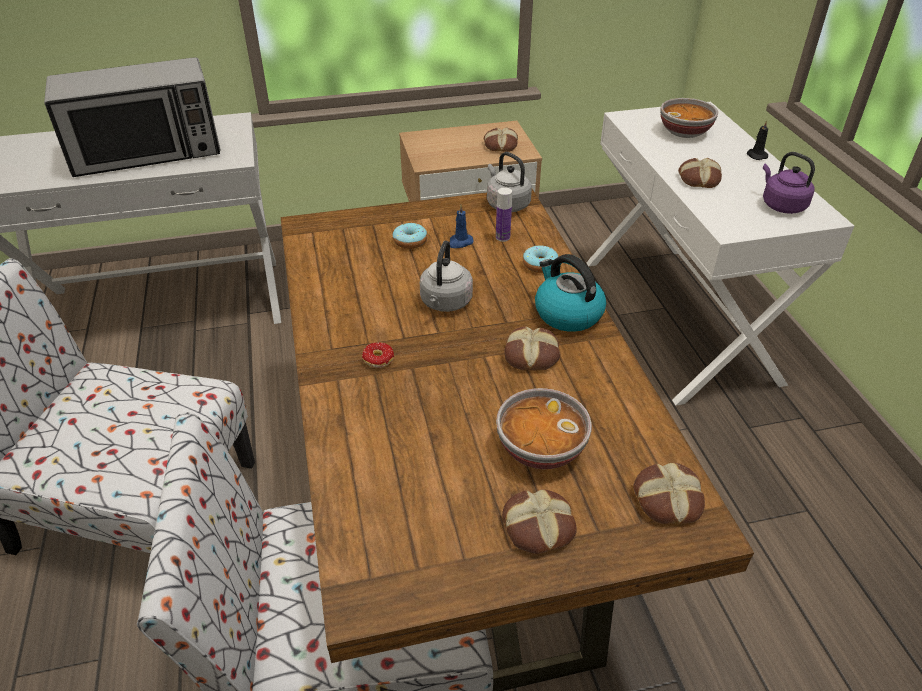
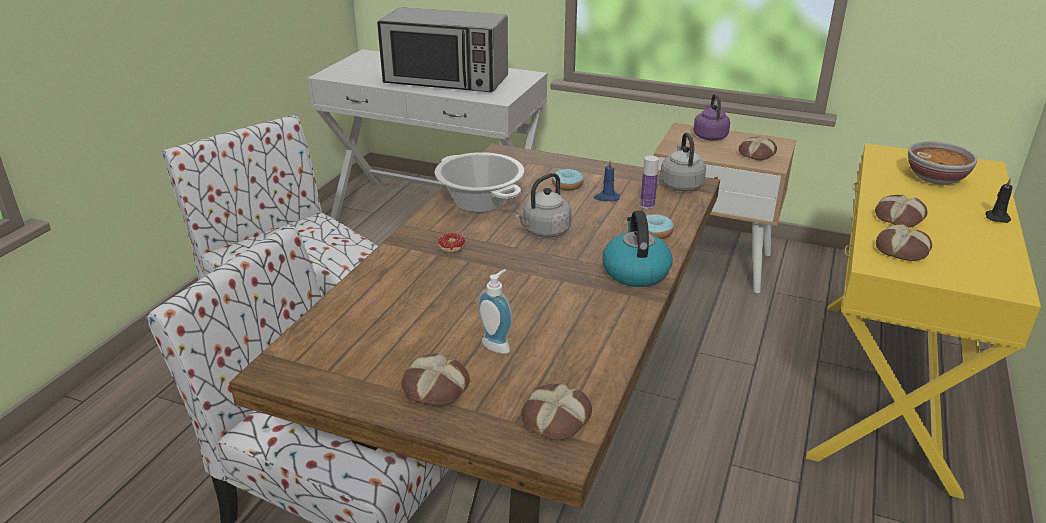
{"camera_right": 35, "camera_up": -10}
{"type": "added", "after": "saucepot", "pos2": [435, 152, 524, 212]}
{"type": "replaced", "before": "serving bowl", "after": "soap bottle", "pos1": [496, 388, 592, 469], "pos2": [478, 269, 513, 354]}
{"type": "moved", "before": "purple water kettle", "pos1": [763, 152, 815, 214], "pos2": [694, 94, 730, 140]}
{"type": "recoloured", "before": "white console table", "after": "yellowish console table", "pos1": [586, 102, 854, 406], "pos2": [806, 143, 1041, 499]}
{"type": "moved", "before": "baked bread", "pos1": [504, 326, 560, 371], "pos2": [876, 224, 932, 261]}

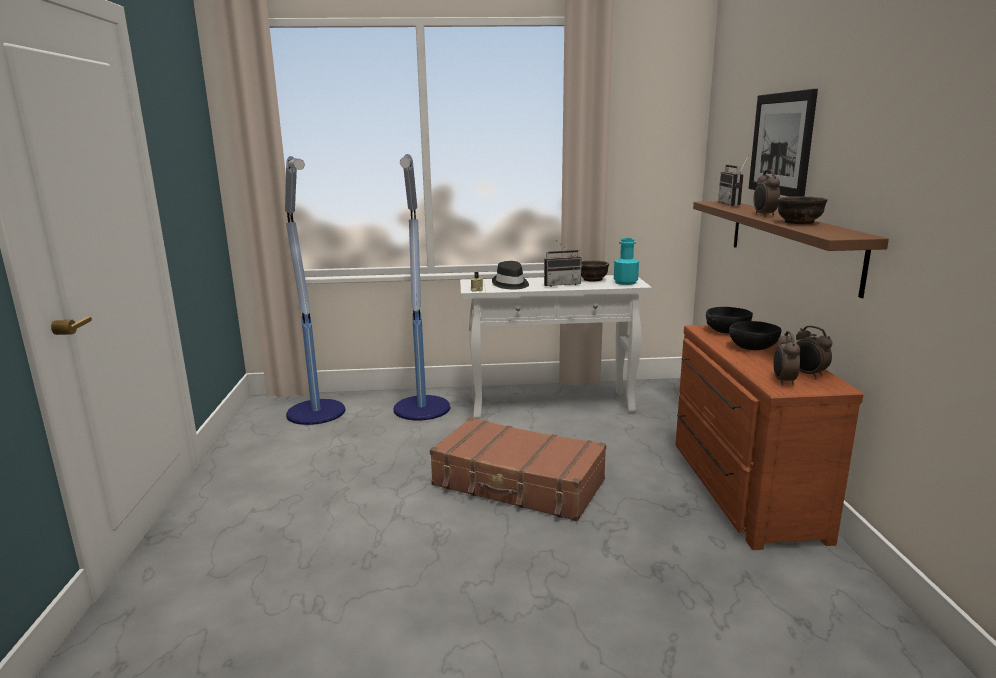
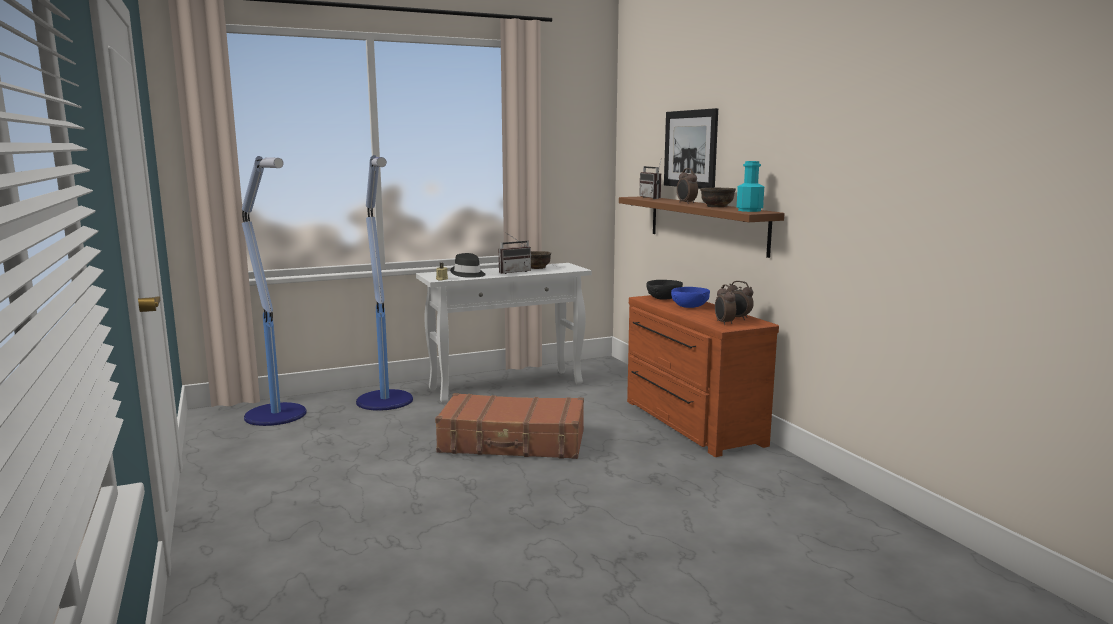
{"camera_right": -20, "camera_up": -5}
{"type": "recoloured", "before": "black serving bowl", "after": "blue serving bowl", "pos1": [729, 321, 781, 350], "pos2": [671, 287, 710, 308]}
{"type": "moved", "before": "turquoise drink bottle", "pos1": [614, 238, 639, 285], "pos2": [737, 161, 764, 212]}

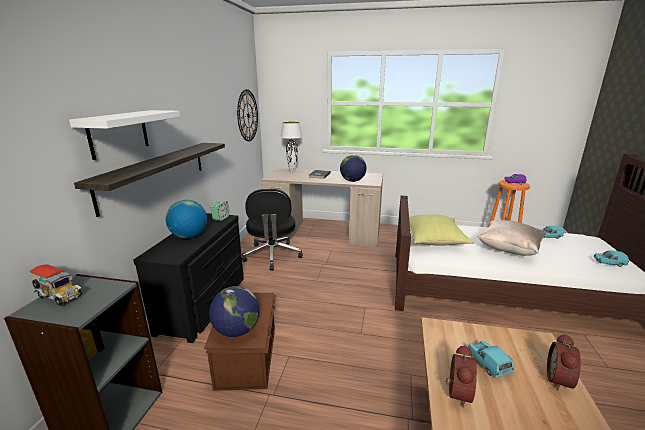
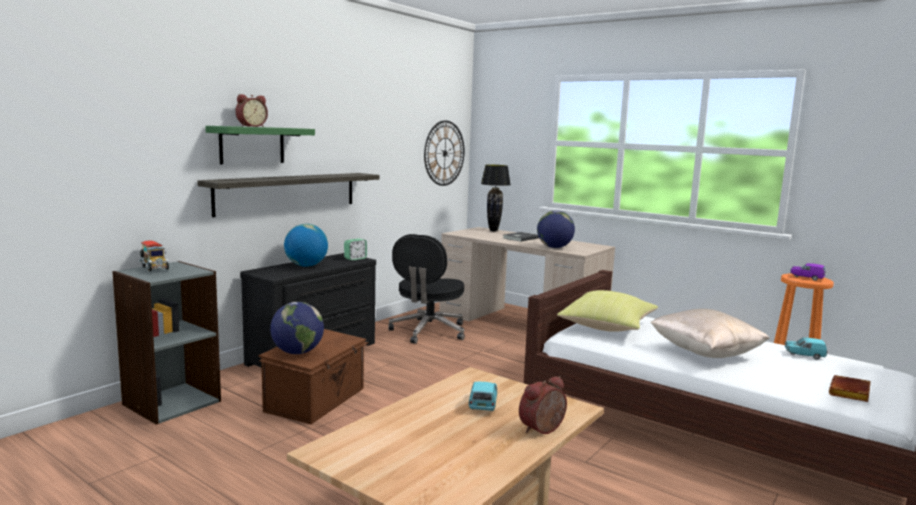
{"camera_right": 25, "camera_up": -10}
{"type": "recoloured", "before": "white wall shelf", "after": "greenish wall shelf", "pos1": [69, 110, 180, 160], "pos2": [205, 126, 315, 164]}
{"type": "moved", "before": "alarm clock", "pos1": [445, 344, 477, 408], "pos2": [236, 94, 268, 127]}
{"type": "recoloured", "before": "white tabletop lamp", "after": "black tabletop lamp", "pos1": [281, 122, 302, 171], "pos2": [481, 165, 511, 231]}
{"type": "replaced", "before": "turquoise toy car", "after": "brown-coloured book", "pos1": [593, 250, 629, 267], "pos2": [829, 375, 871, 402]}

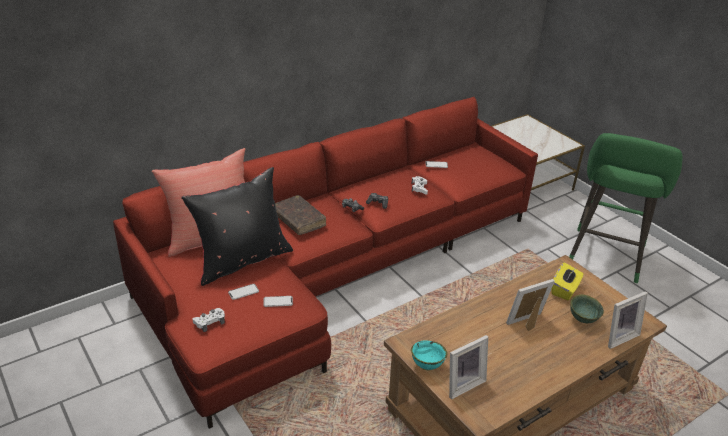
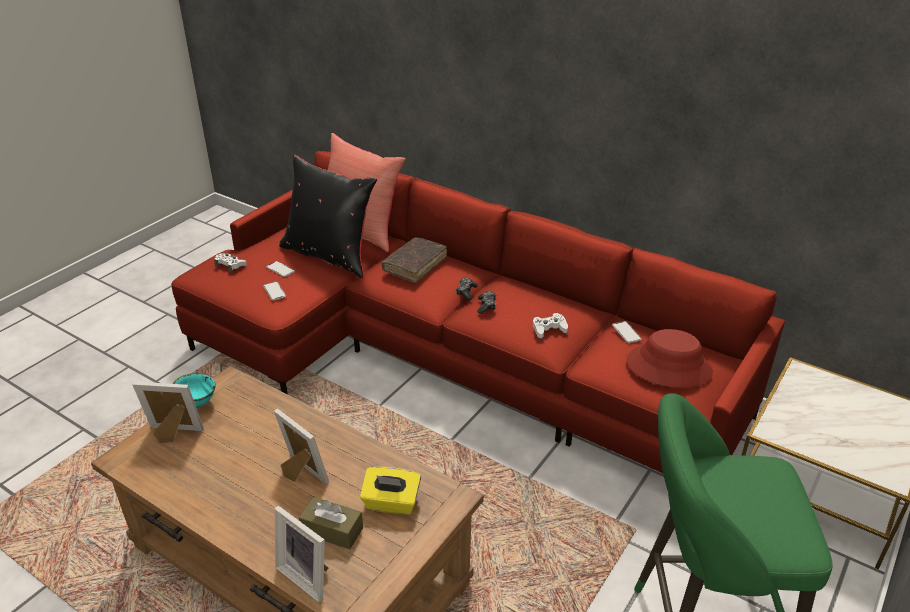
{"camera_right": 70, "camera_up": 0}
{"type": "turned", "before": "standing frame", "pos1": [449, 335, 488, 399], "pos2": [132, 382, 204, 443], "turn": 150}
{"type": "replaced", "before": "greenish serving bowl", "after": "brown-coloured box of tissues", "pos1": [570, 294, 604, 323], "pos2": [299, 497, 363, 549]}
{"type": "added", "after": "red hat", "pos2": [626, 329, 713, 388]}

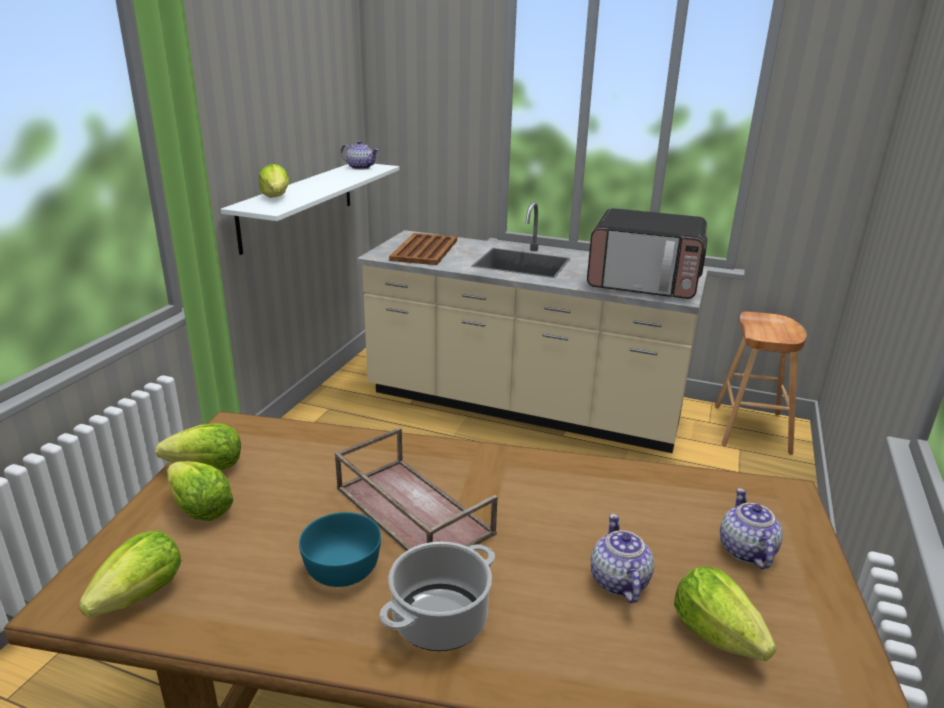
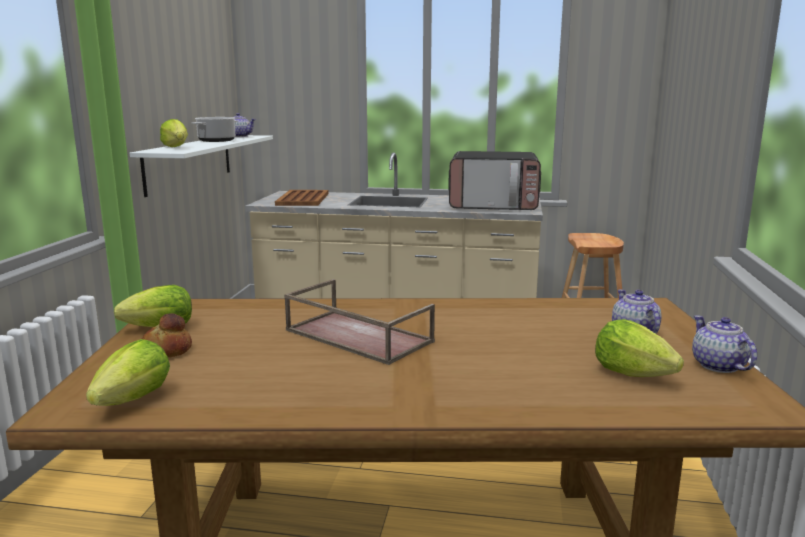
{"camera_right": -10, "camera_up": -10}
{"type": "replaced", "before": "head of lettuce", "after": "baked bread", "pos1": [167, 461, 234, 521], "pos2": [142, 313, 192, 358]}
{"type": "moved", "before": "saucepot", "pos1": [380, 542, 495, 651], "pos2": [192, 117, 238, 142]}
{"type": "moved", "before": "pot for tea", "pos1": [591, 514, 654, 603], "pos2": [692, 316, 757, 373]}
{"type": "removed", "before": "turquoise serving bowl", "pos1": [299, 512, 381, 587]}

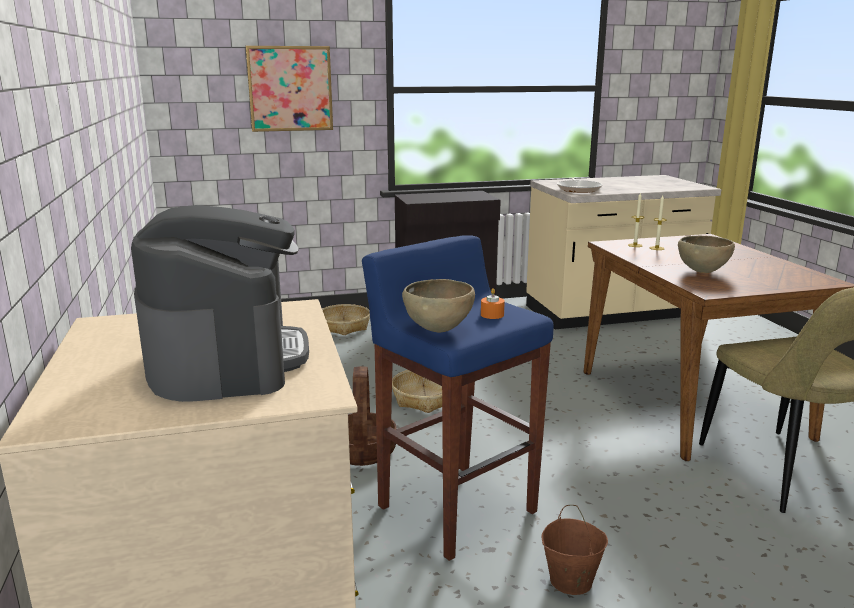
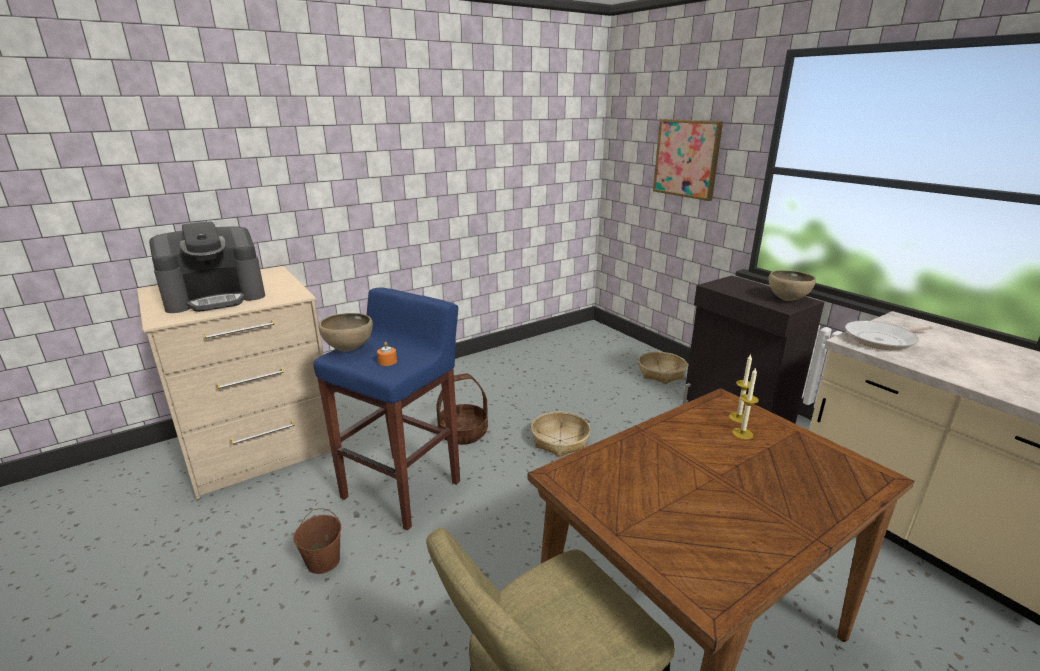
{"camera_right": 70, "camera_up": 5}
{"type": "moved", "before": "brown-coloured serving bowl", "pos1": [678, 235, 735, 273], "pos2": [768, 270, 816, 301]}

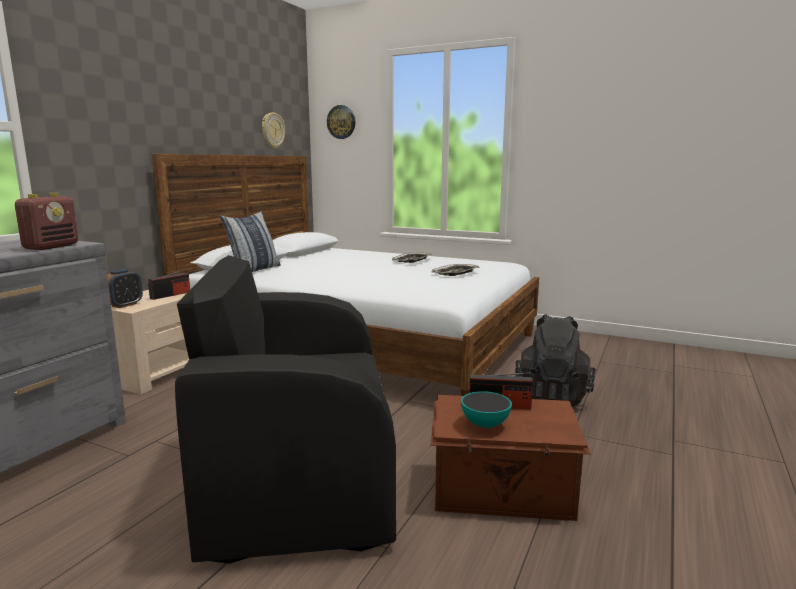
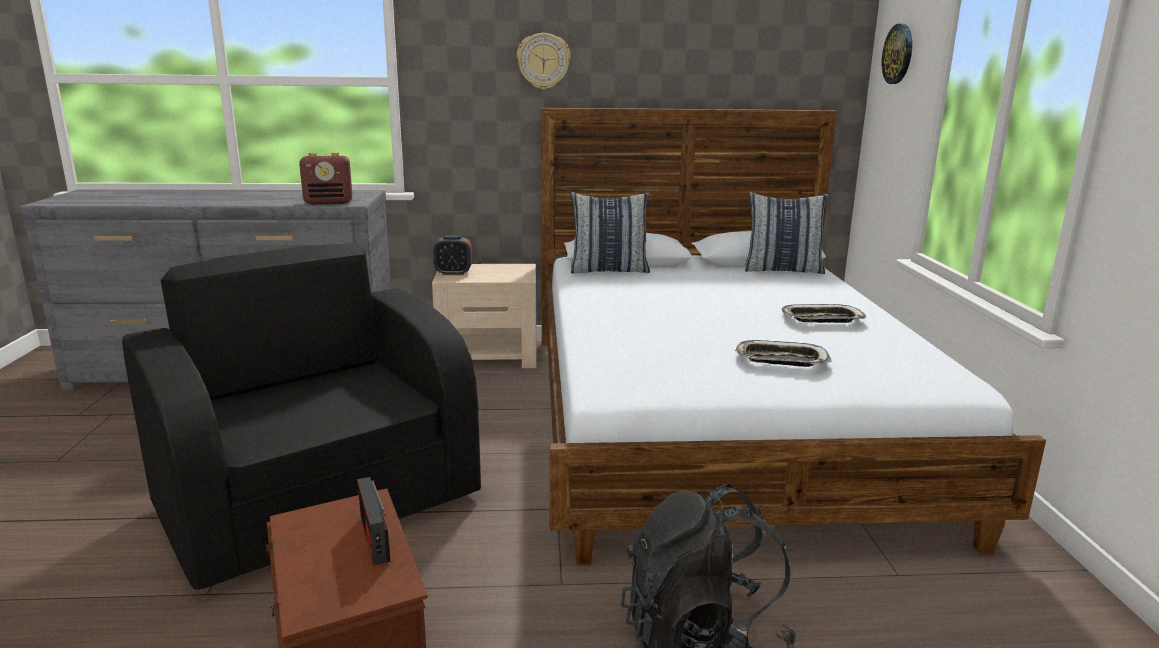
{"camera_right": 60, "camera_up": 5}
{"type": "moved", "before": "hanging clock", "pos1": [262, 113, 285, 148], "pos2": [517, 33, 571, 90]}
{"type": "added", "after": "throw pillow", "pos2": [745, 192, 828, 274]}
{"type": "removed", "before": "radio receiver", "pos1": [148, 270, 190, 300]}
{"type": "removed", "before": "serving bowl", "pos1": [461, 391, 512, 428]}

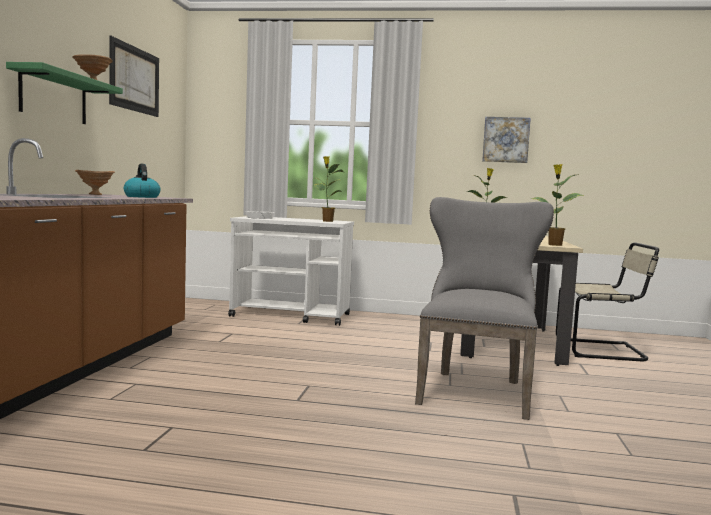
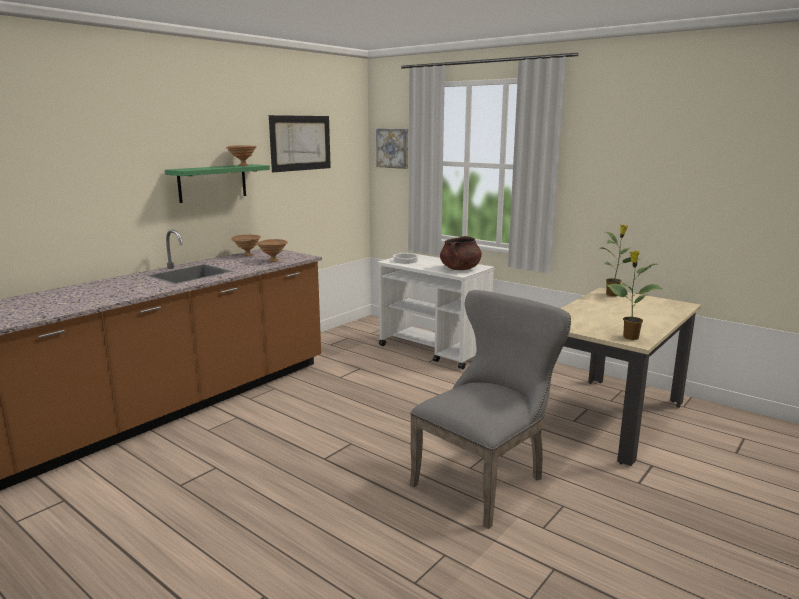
{"camera_right": 30, "camera_up": 10}
{"type": "replaced", "before": "water kettle", "after": "brown-coloured serving bowl", "pos1": [124, 164, 161, 198], "pos2": [256, 239, 288, 262]}
{"type": "moved", "before": "wall art", "pos1": [482, 117, 531, 163], "pos2": [376, 129, 408, 169]}
{"type": "replaced", "before": "houseplant", "after": "brown-coloured saucepot", "pos1": [314, 156, 344, 222], "pos2": [440, 236, 482, 270]}
{"type": "removed", "before": "beige upright chair", "pos1": [556, 242, 659, 361]}

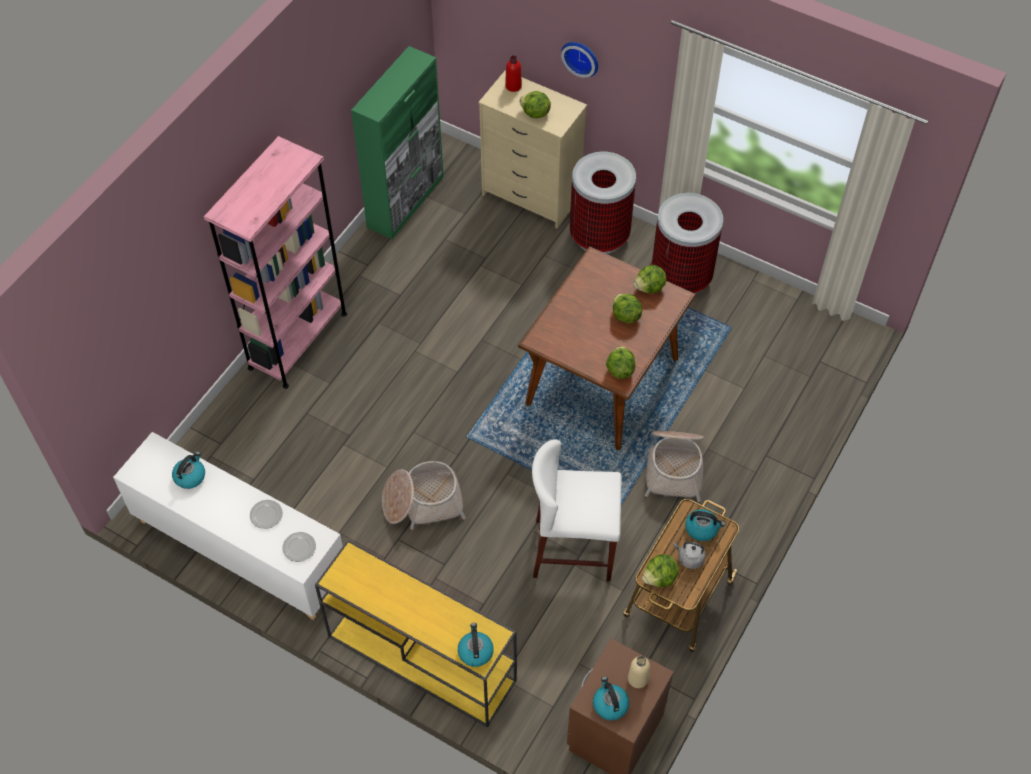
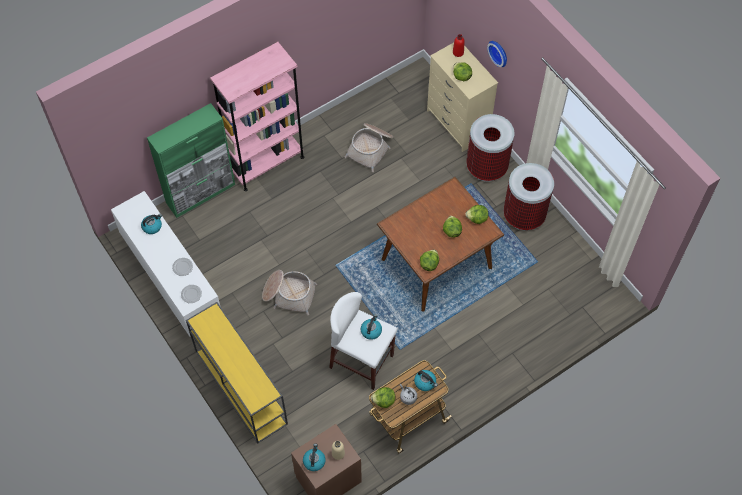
{"camera_right": 25, "camera_up": 5}
{"type": "moved", "before": "greenish cabinet", "pos1": [351, 46, 444, 239], "pos2": [147, 103, 235, 218]}
{"type": "moved", "before": "storage basket", "pos1": [645, 431, 704, 502], "pos2": [345, 123, 393, 172]}
{"type": "moved", "before": "water kettle", "pos1": [458, 623, 494, 667], "pos2": [361, 314, 382, 340]}

